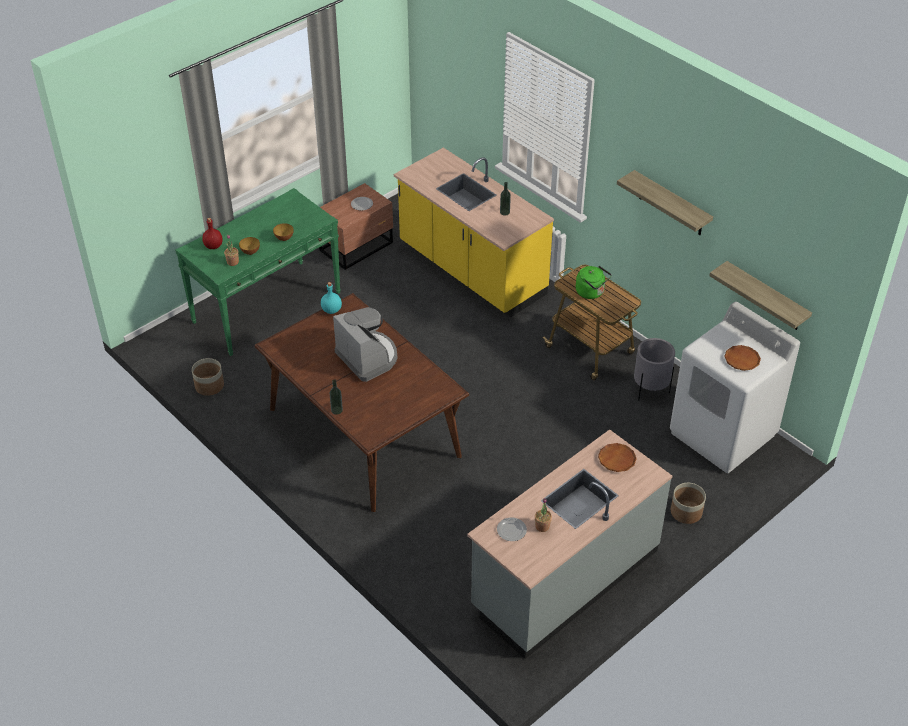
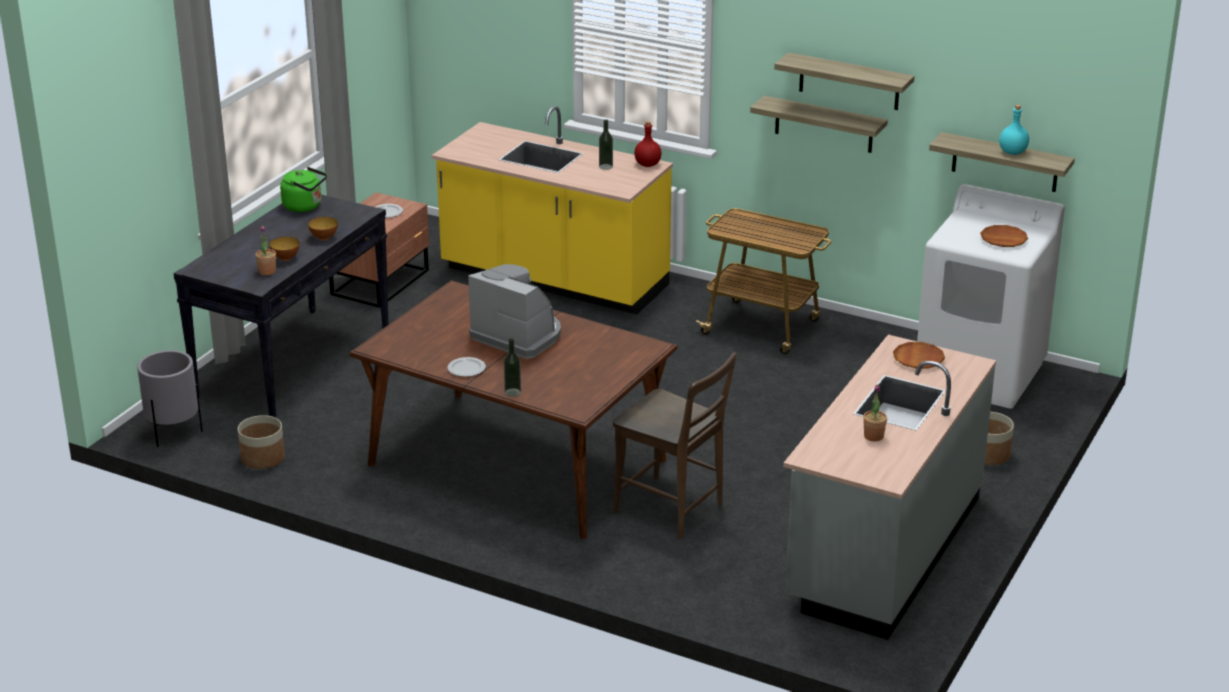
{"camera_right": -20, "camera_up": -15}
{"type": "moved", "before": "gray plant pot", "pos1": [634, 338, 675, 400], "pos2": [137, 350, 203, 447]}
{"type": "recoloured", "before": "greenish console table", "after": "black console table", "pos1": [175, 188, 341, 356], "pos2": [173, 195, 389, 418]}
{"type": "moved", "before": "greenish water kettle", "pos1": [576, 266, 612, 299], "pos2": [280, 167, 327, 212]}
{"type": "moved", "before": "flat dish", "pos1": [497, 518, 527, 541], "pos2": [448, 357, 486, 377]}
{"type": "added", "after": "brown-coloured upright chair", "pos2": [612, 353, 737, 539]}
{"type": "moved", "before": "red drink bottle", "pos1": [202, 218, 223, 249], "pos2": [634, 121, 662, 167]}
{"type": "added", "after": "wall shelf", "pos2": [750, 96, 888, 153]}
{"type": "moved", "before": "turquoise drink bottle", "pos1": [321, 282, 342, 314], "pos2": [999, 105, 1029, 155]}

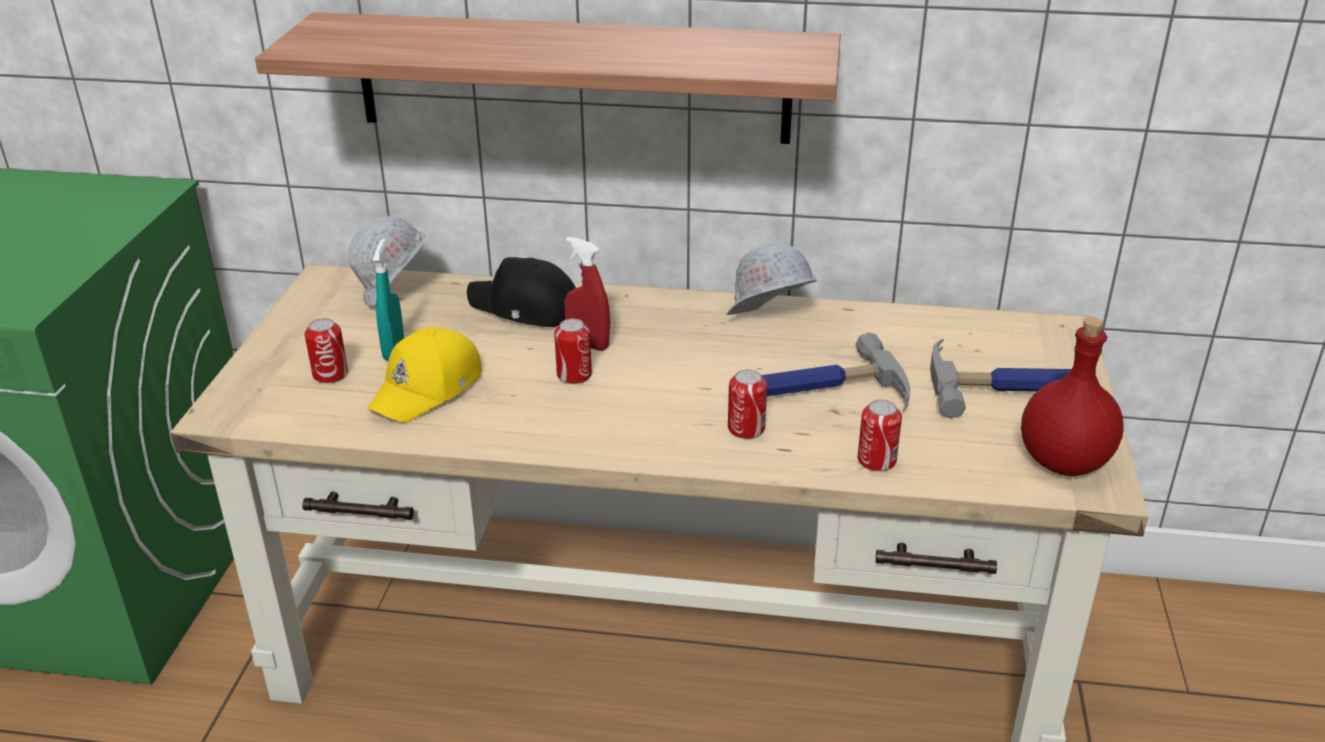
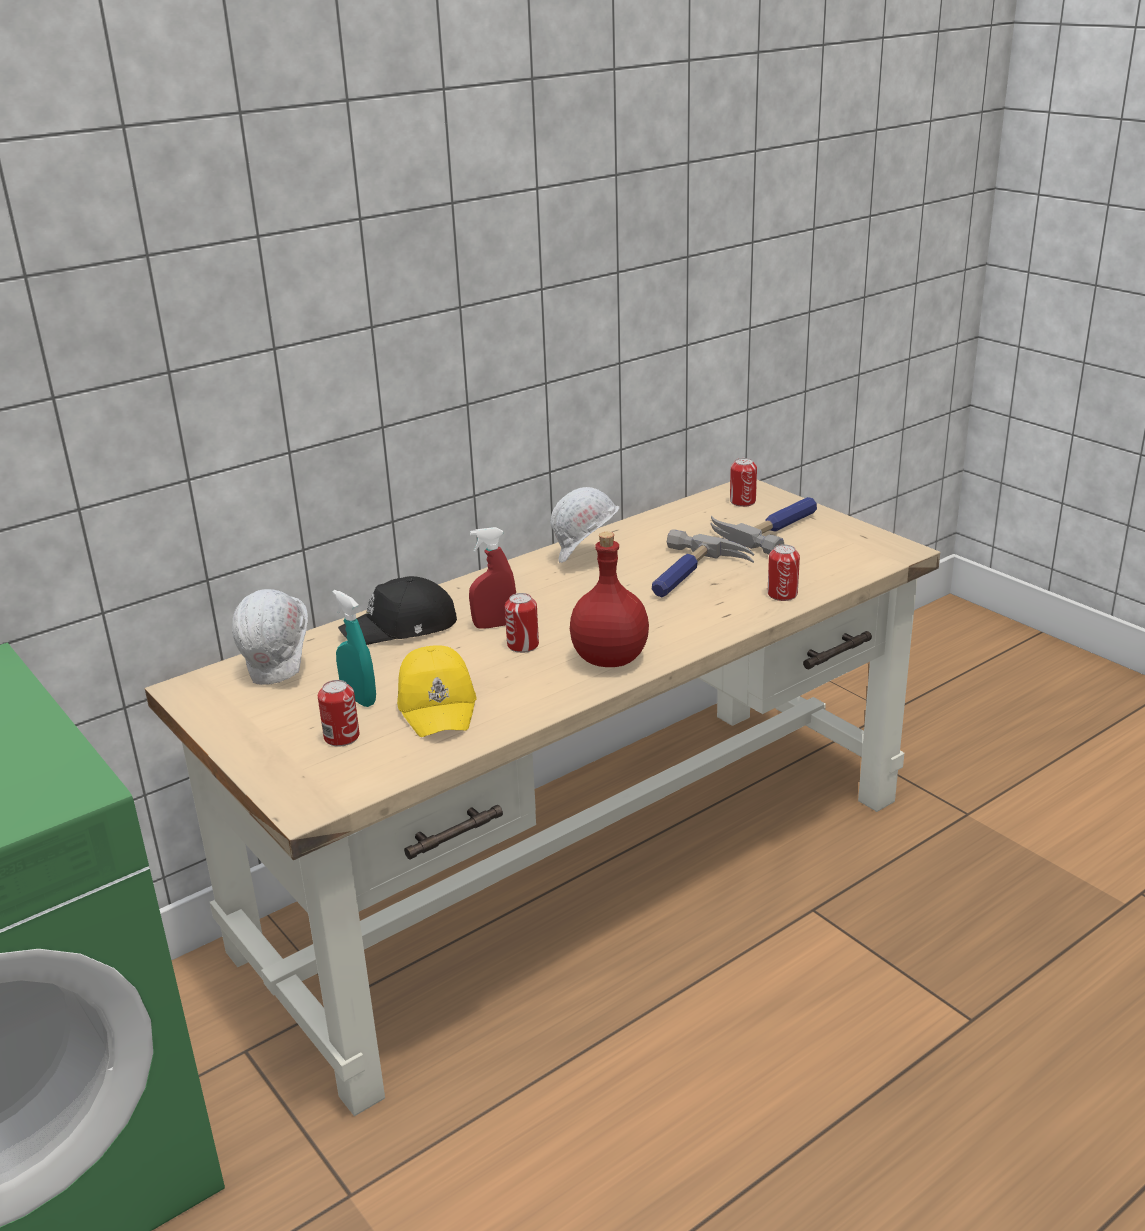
{"camera_right": -45, "camera_up": -5}
{"type": "moved", "before": "red drink bottle", "pos1": [1021, 317, 1124, 476], "pos2": [570, 532, 649, 667]}
{"type": "moved", "before": "sealed can", "pos1": [728, 369, 767, 439], "pos2": [730, 458, 757, 507]}
{"type": "removed", "before": "wall shelf", "pos1": [255, 12, 841, 144]}

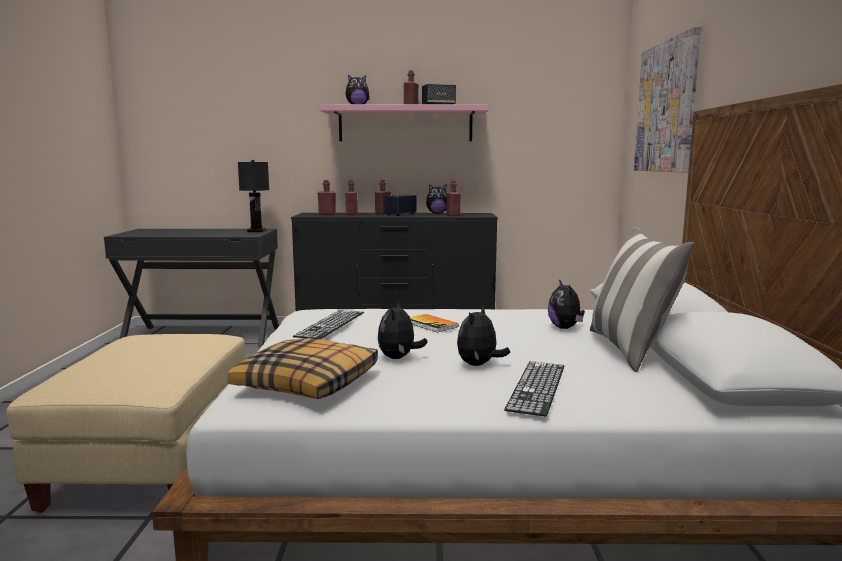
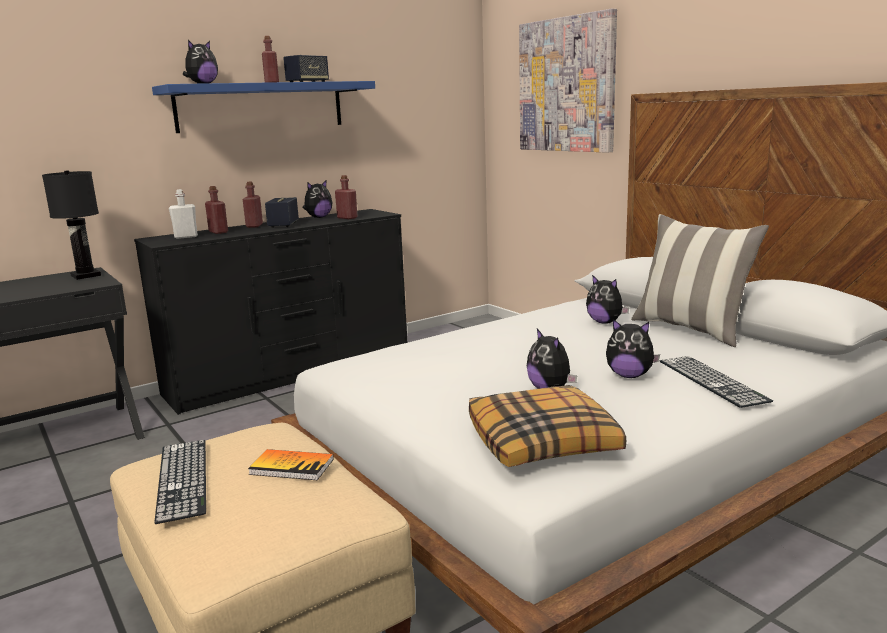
{"camera_right": -35, "camera_up": 5}
{"type": "recoloured", "before": "pink wall shelf", "after": "blue wall shelf", "pos1": [320, 104, 489, 141], "pos2": [152, 81, 375, 133]}
{"type": "moved", "before": "keyboard", "pos1": [293, 310, 364, 339], "pos2": [154, 440, 206, 524]}
{"type": "recoloured", "before": "red drink bottle", "after": "white drink bottle", "pos1": [318, 180, 336, 215], "pos2": [169, 189, 198, 239]}
{"type": "moved", "before": "book", "pos1": [410, 314, 458, 333], "pos2": [248, 449, 334, 480]}
{"type": "turned", "before": "cuddly toy", "pos1": [457, 305, 510, 366], "pos2": [606, 319, 660, 378], "turn": -60}

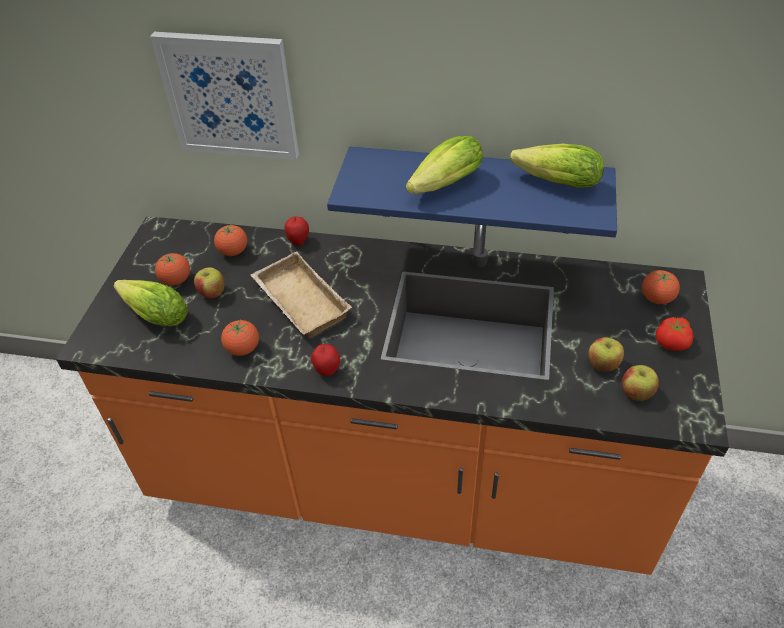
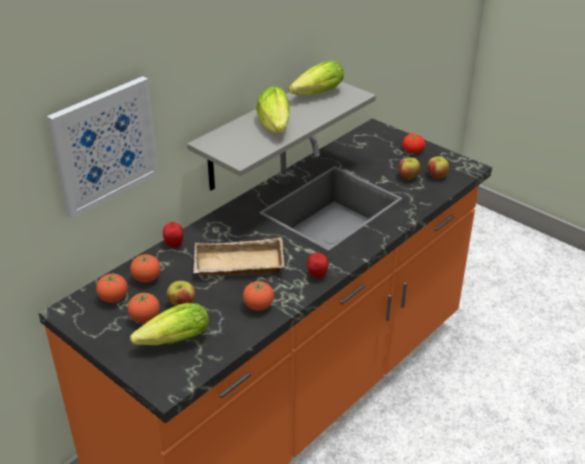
{"camera_right": -60, "camera_up": -10}
{"type": "moved", "before": "whole tomato", "pos1": [642, 270, 680, 304], "pos2": [96, 274, 128, 303]}
{"type": "recoloured", "before": "blue wall shelf", "after": "gray wall shelf", "pos1": [327, 147, 617, 238], "pos2": [187, 82, 376, 191]}

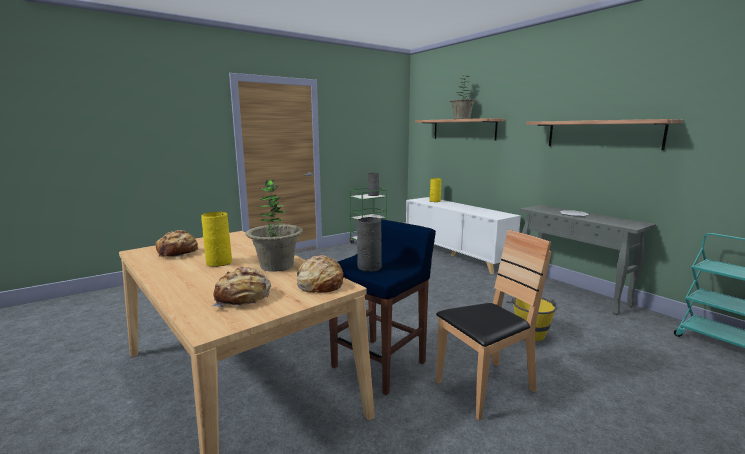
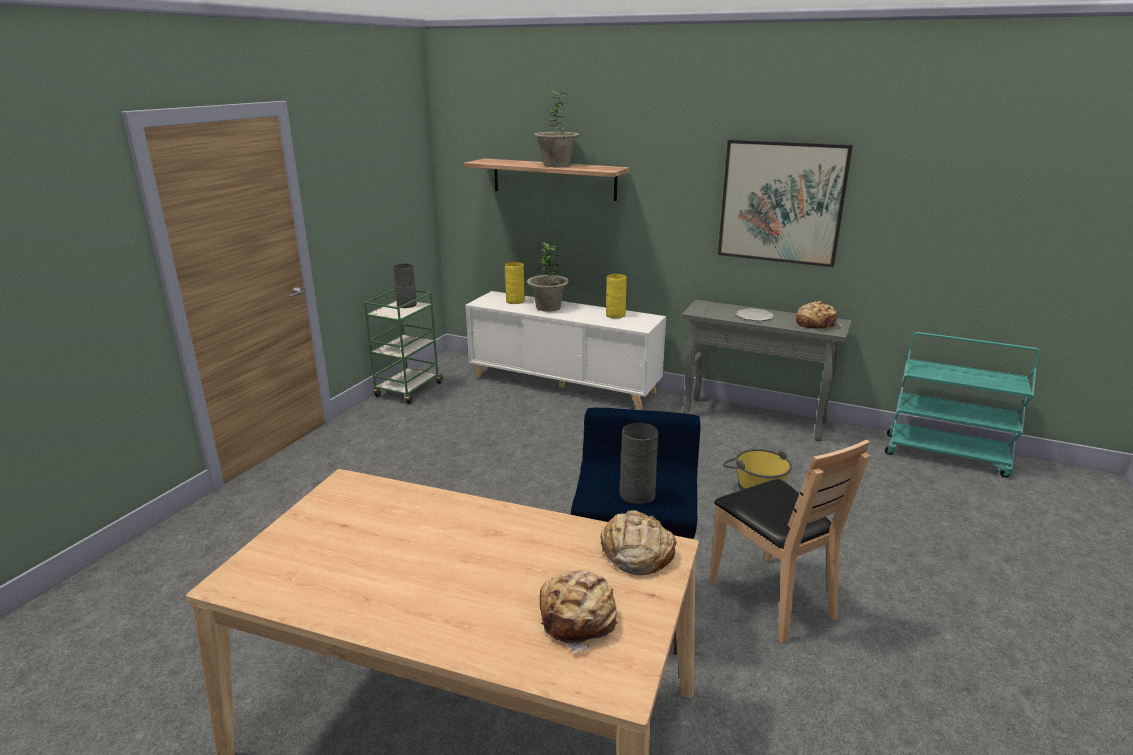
{"camera_right": -30, "camera_up": 10}
{"type": "moved", "before": "houseplant", "pos1": [246, 180, 303, 272], "pos2": [527, 242, 569, 312]}
{"type": "moved", "before": "yellowish vase", "pos1": [201, 212, 232, 267], "pos2": [606, 274, 627, 318]}
{"type": "turned", "before": "brown-coloured upright chair", "pos1": [436, 230, 552, 420], "pos2": [709, 440, 870, 643], "turn": 120}
{"type": "replaced", "before": "wall shelf", "after": "wall art", "pos1": [526, 119, 683, 150], "pos2": [718, 139, 853, 267]}
{"type": "moved", "before": "baked bread", "pos1": [155, 230, 200, 257], "pos2": [796, 301, 842, 330]}

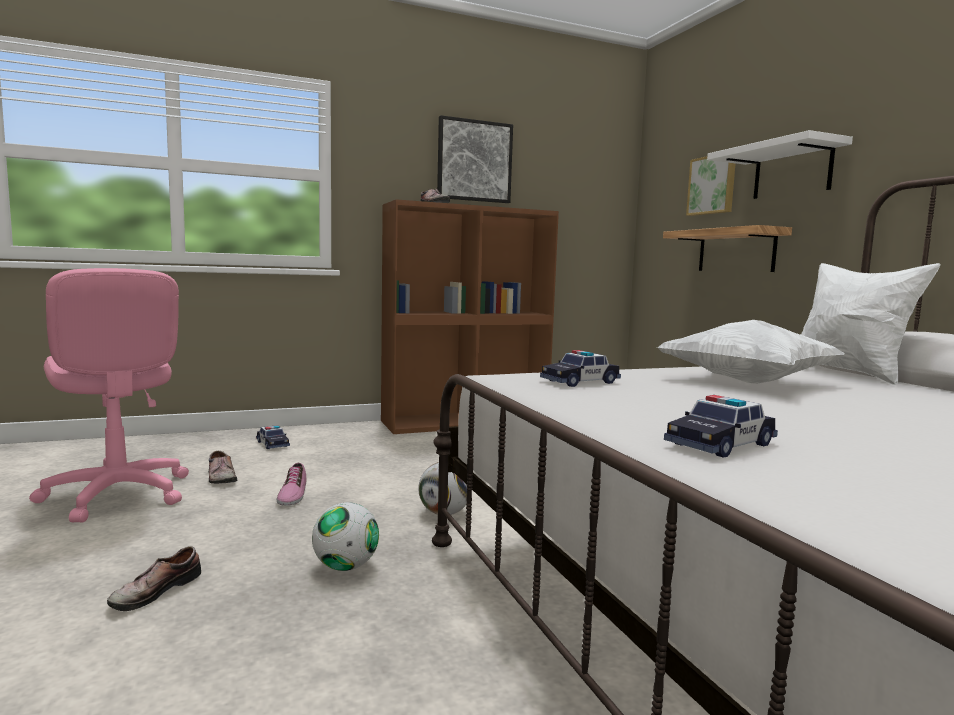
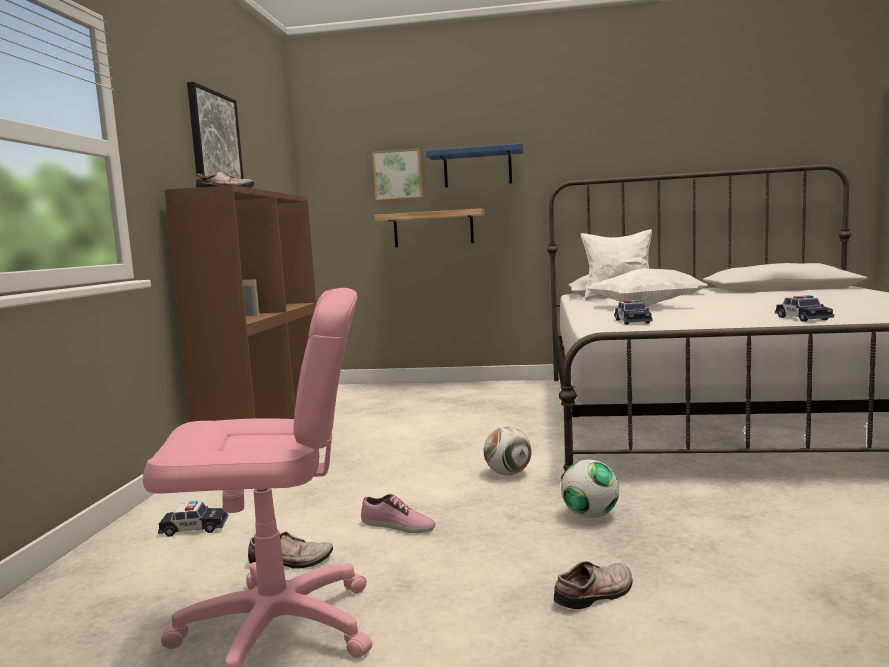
{"camera_right": -60, "camera_up": 0}
{"type": "recoloured", "before": "white wall shelf", "after": "blue wall shelf", "pos1": [707, 130, 853, 199], "pos2": [425, 143, 524, 188]}
{"type": "turned", "before": "item of footwear", "pos1": [107, 546, 201, 611], "pos2": [554, 561, 633, 609], "turn": -90}

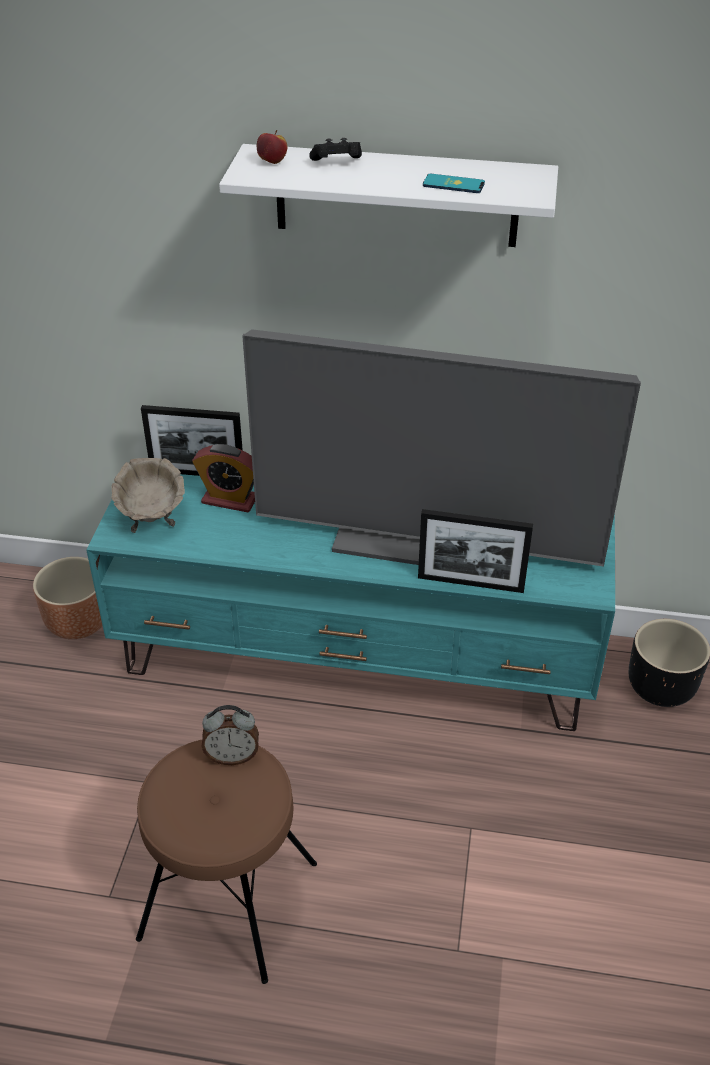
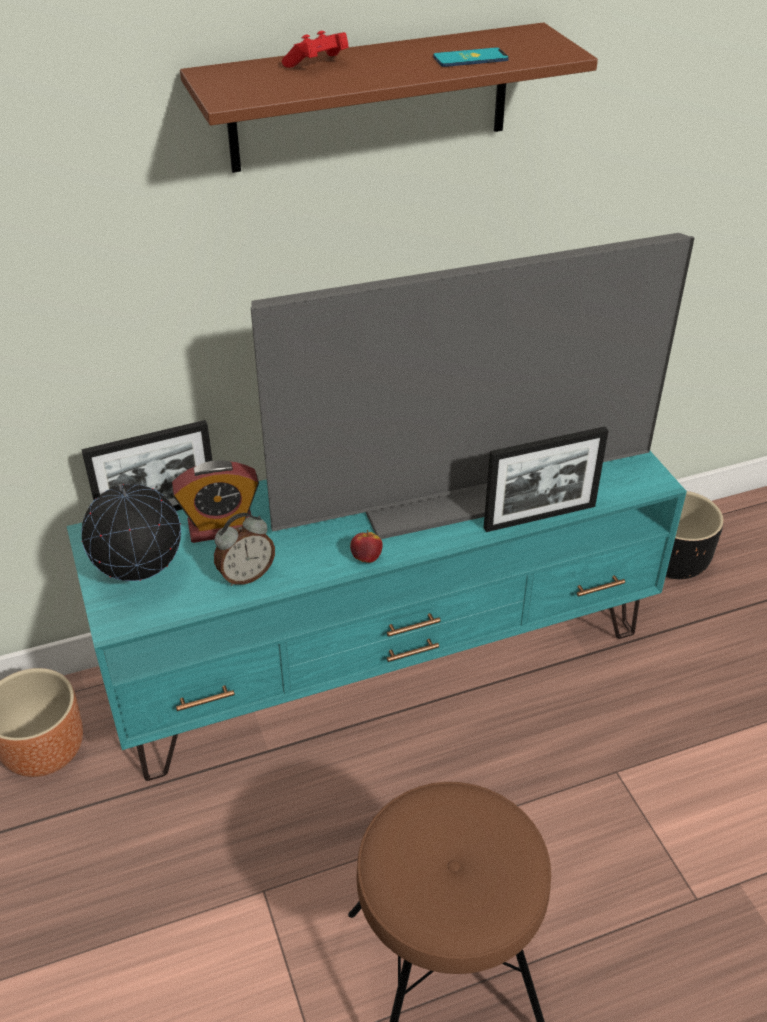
{"camera_right": -30, "camera_up": 0}
{"type": "replaced", "before": "beige serving bowl", "after": "world globe", "pos1": [111, 458, 185, 533], "pos2": [81, 484, 181, 581]}
{"type": "recoloured", "before": "white wall shelf", "after": "brown-coloured wall shelf", "pos1": [219, 144, 558, 247], "pos2": [180, 22, 598, 173]}
{"type": "moved", "before": "alarm clock", "pos1": [202, 705, 259, 765], "pos2": [214, 513, 275, 586]}
{"type": "recoloured", "before": "black game controller", "after": "red game controller", "pos1": [309, 138, 362, 161], "pos2": [282, 31, 349, 68]}
{"type": "moved", "before": "apple fruit", "pos1": [257, 130, 288, 164], "pos2": [350, 530, 383, 563]}

